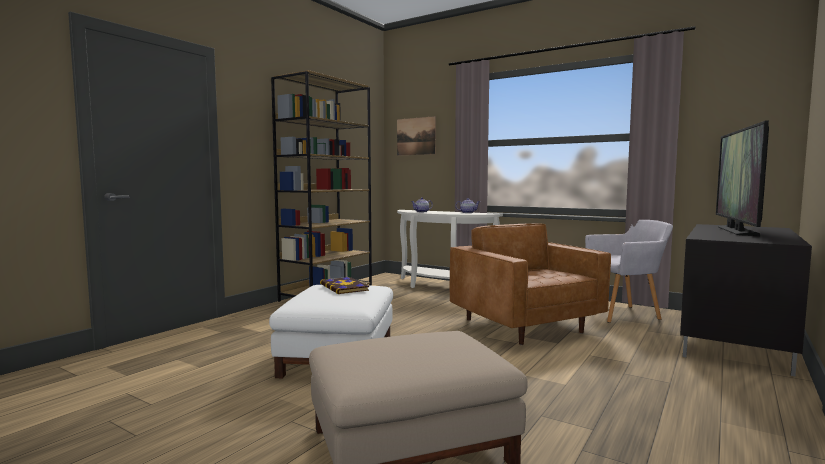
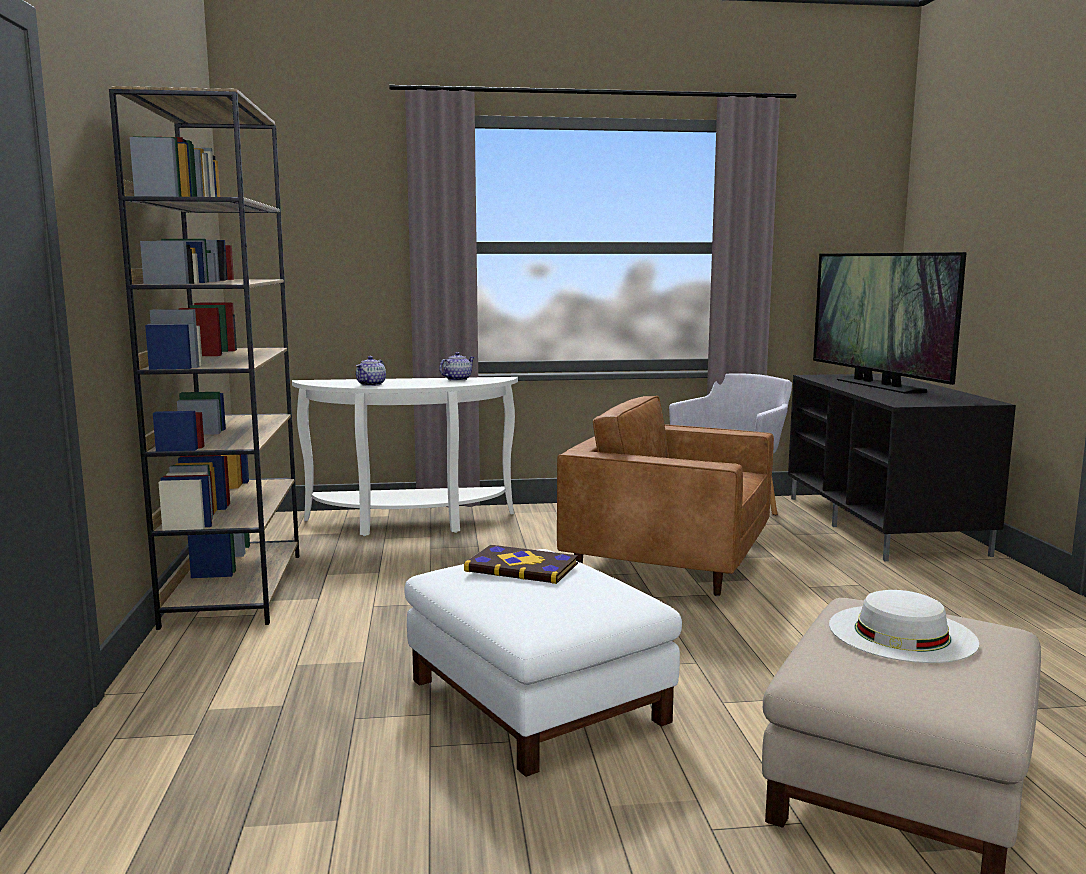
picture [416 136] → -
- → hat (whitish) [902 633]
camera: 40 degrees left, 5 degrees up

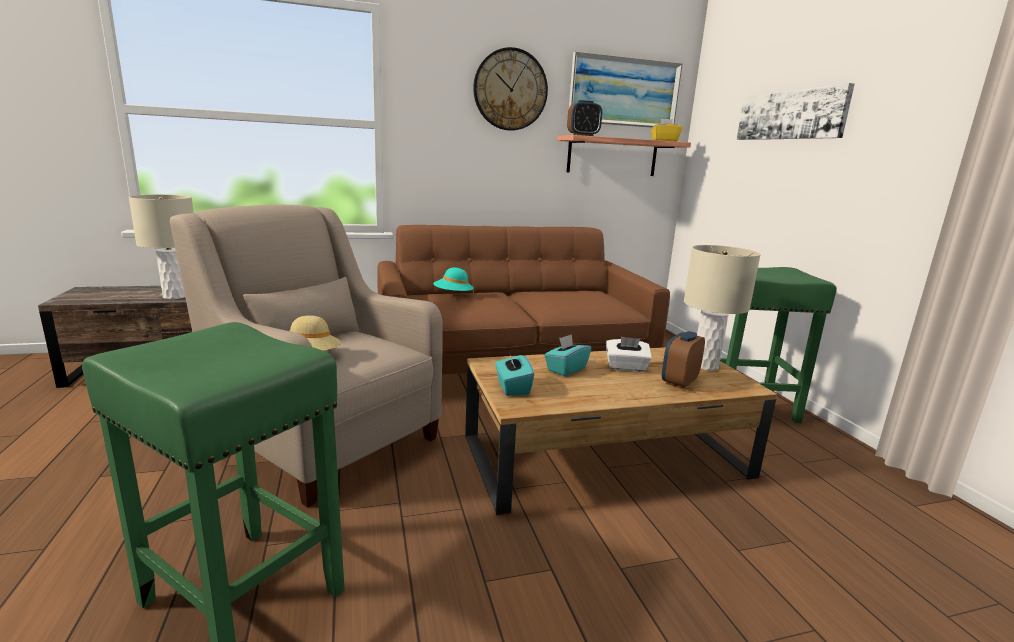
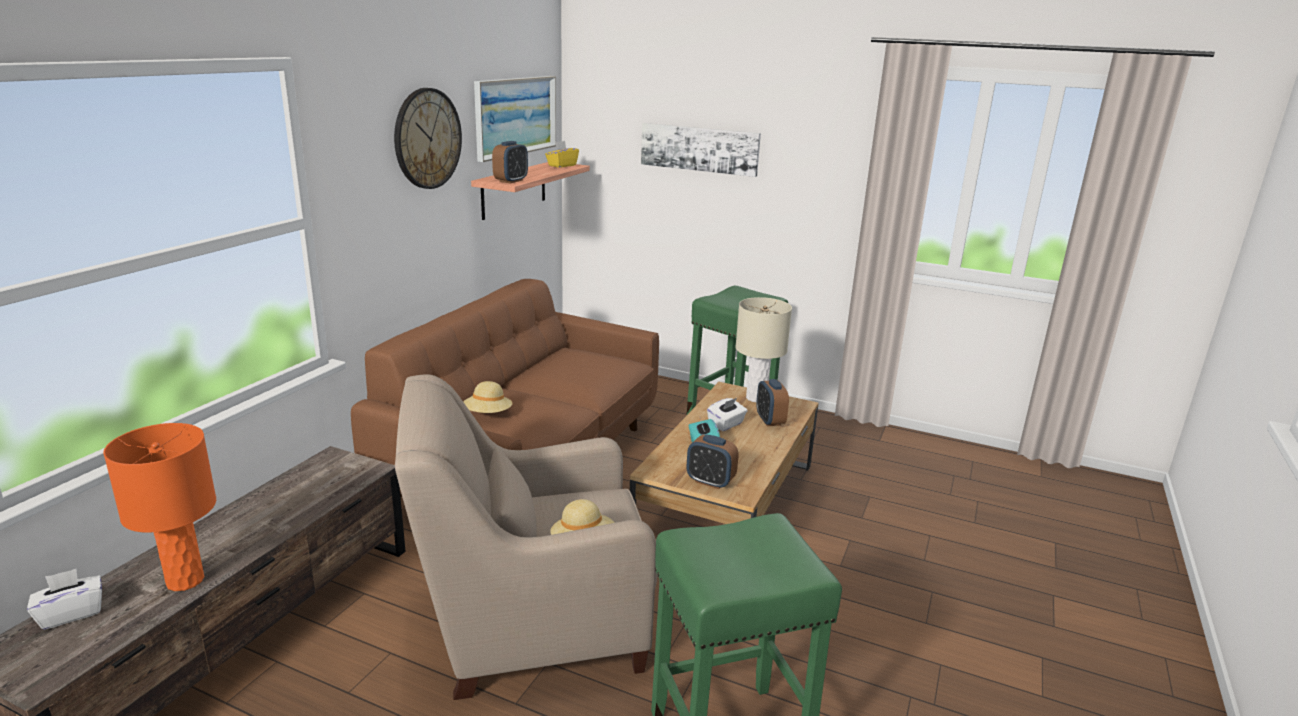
tabletop lamp (beige-coloured) [175 296] → tabletop lamp (orangey) [186 580]
hat (blue-green) [453 295] → hat (beige-coloured) [488 415]
tissue holder (blue-green) [512 387] → table clock [710 481]
- → tissue holder (whitish) [71 613]
camera: 50 degrees left, 5 degrees up

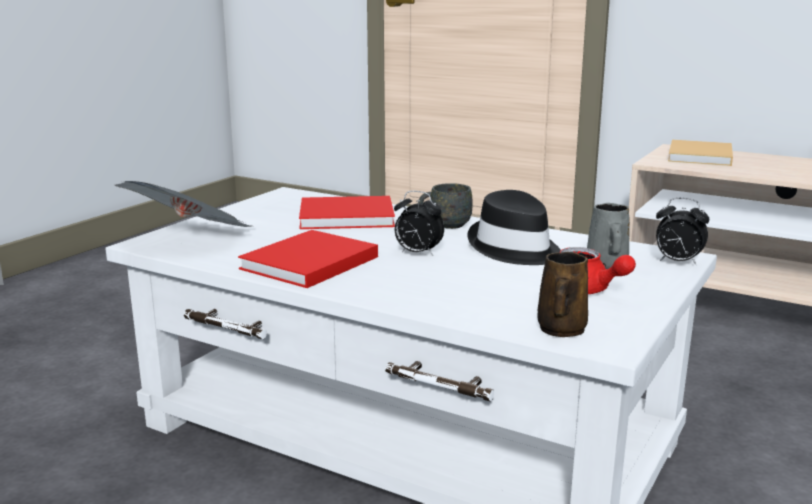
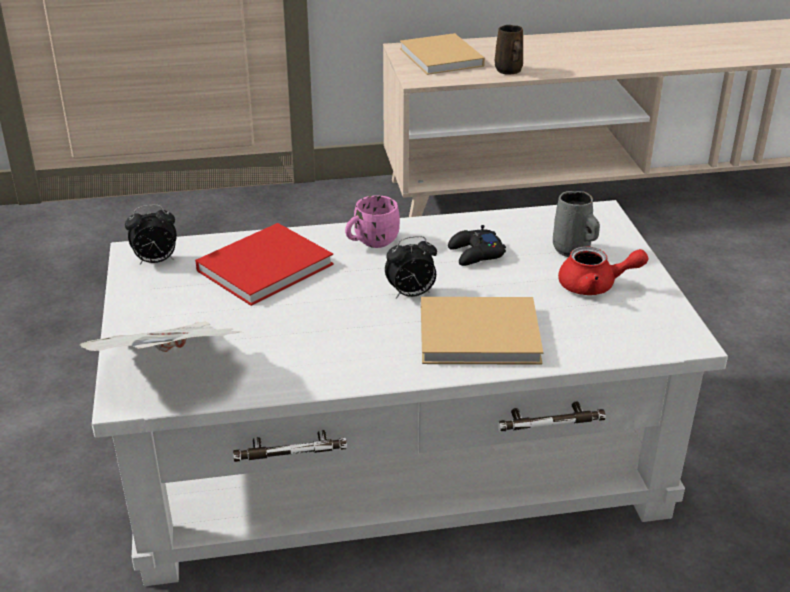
coffee mug (gray) [444 224] → coffee mug (pink-coloured) [371 243]
hat (black) [514 249] → joypad (black) [475 254]
table clock [677 262] → table clock [155 261], shifted
volume (red-coloured) [307 264] → -
coffee mug (brownish) [560 330] → coffee mug (brownish) [509 71], shifted
- → volume (beige-coloured) [483 335]
camera: 40 degrees left, 15 degrees up

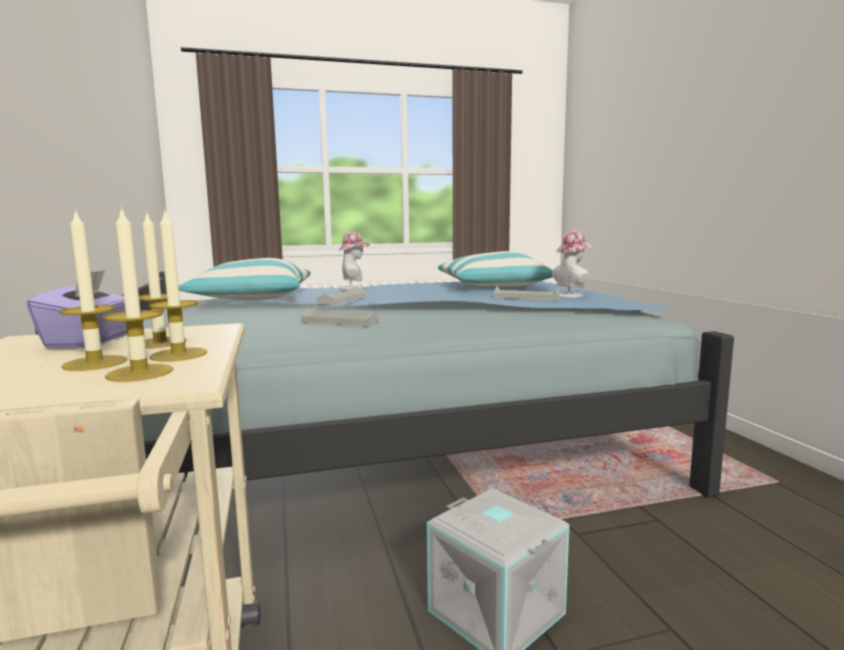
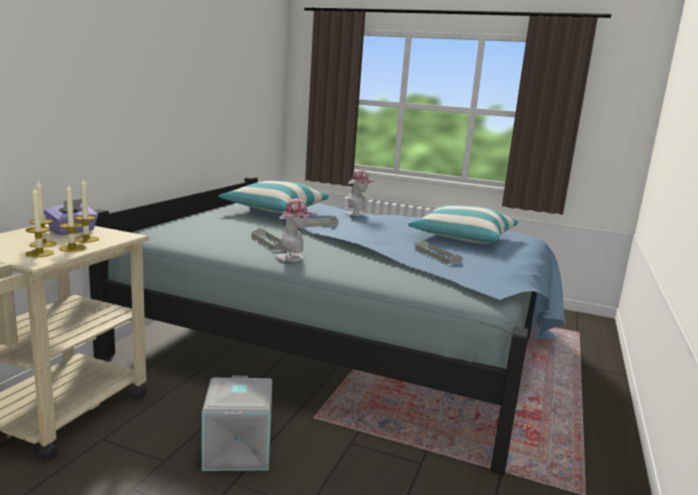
hat [571 295] → hat [294 257], shifted
camera: 35 degrees right, 5 degrees up

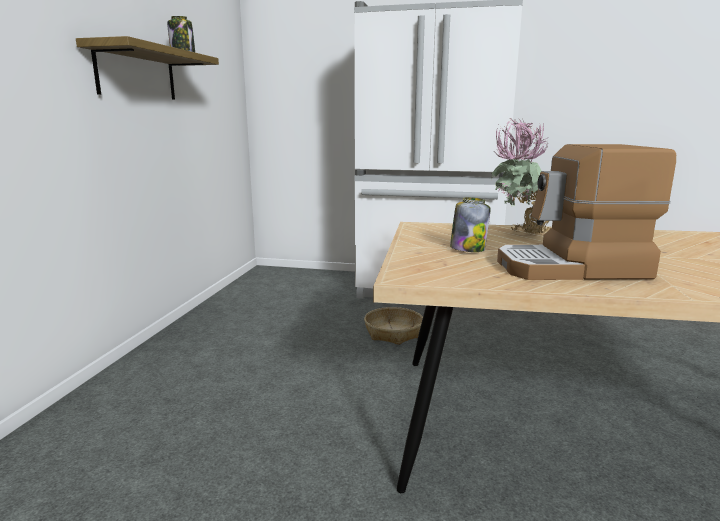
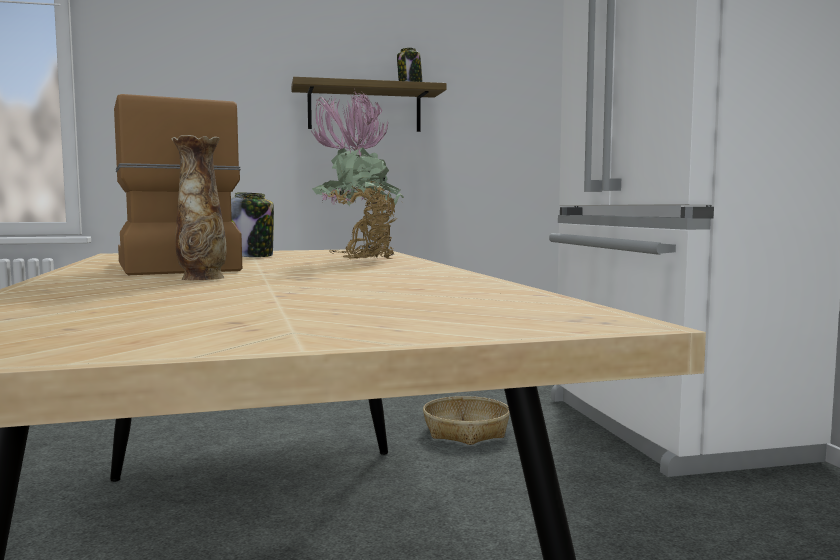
- → flower vase [202 278]
camera: 65 degrees right, 10 degrees down

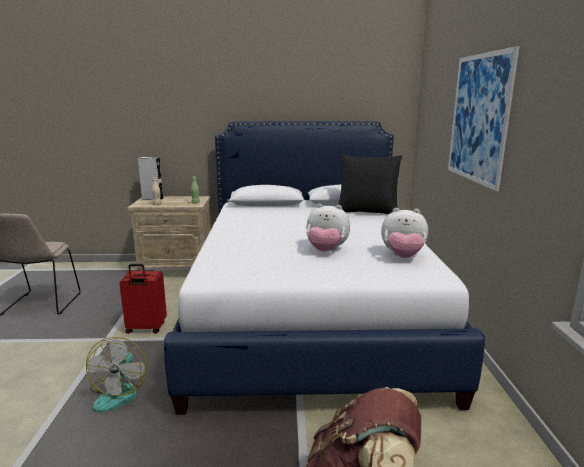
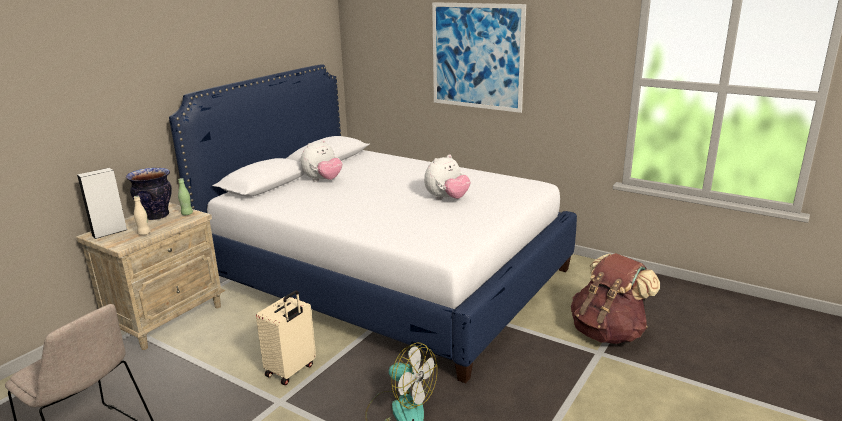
throw pillow (black) [367 212] → -
cuddly toy [402 257] → cuddly toy [323 180], shifted
travel case (red-coloured) [146 328] → travel case (beige-coloured) [291 370]
- → flower vase [157 216]
camera: 55 degrees left, 5 degrees up

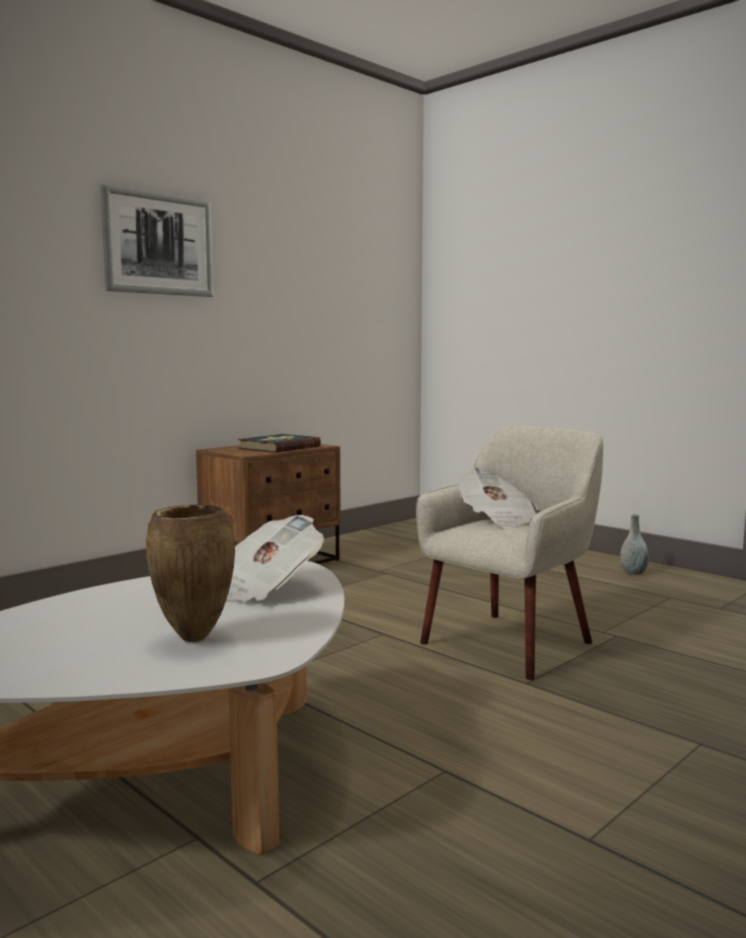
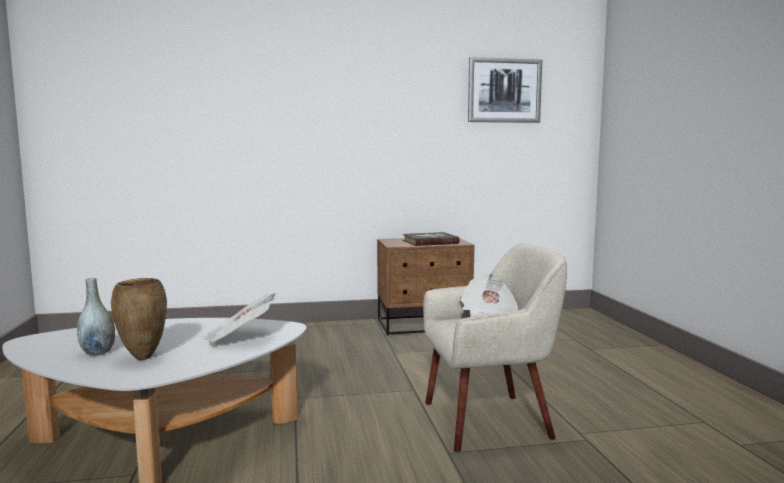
picture [158 244] → picture [504 90], shifted
flower vase (gray) [633 573] → flower vase (gray) [98 352], shifted
camera: 35 degrees right, 0 degrees up

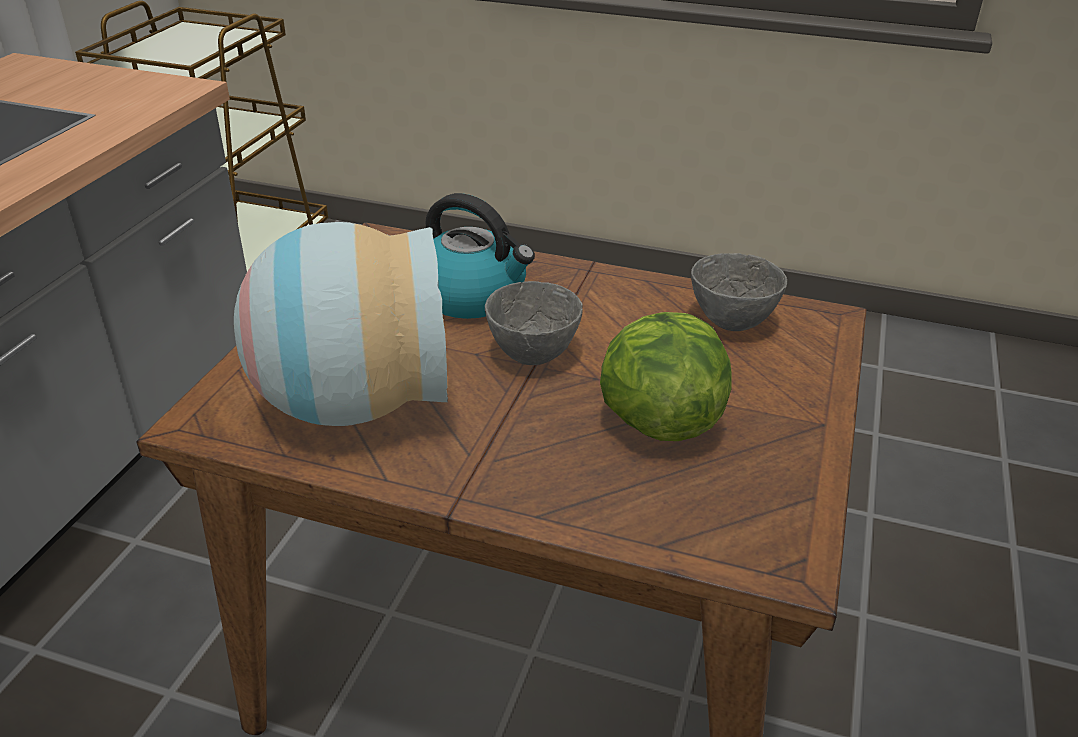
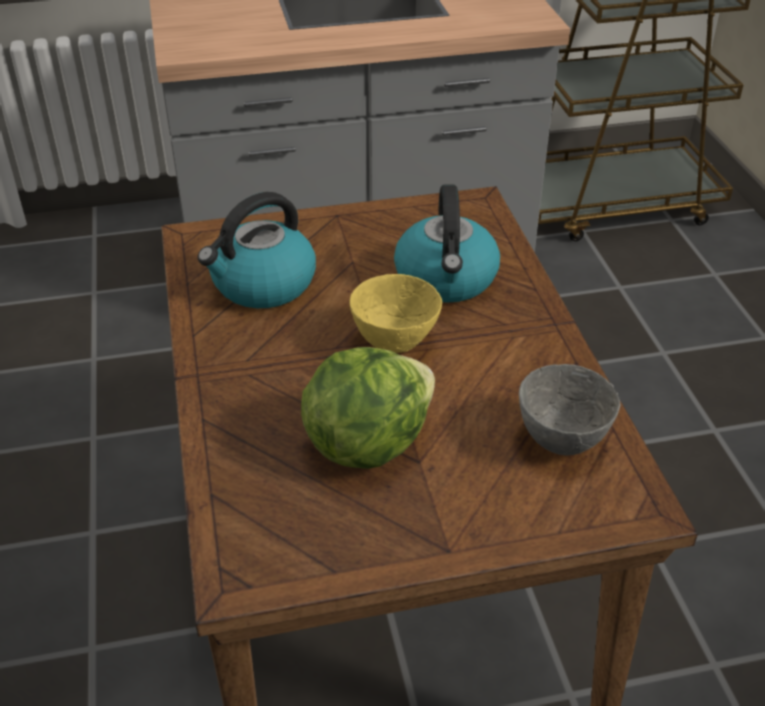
flower vase [352 402] → kettle [262 285]
bowl (gray) [531 354] → bowl (yellow-coloured) [394 341]
camera: 60 degrees right, 5 degrees up

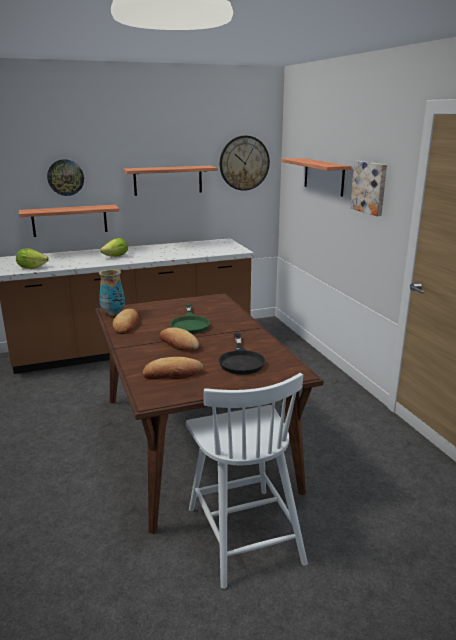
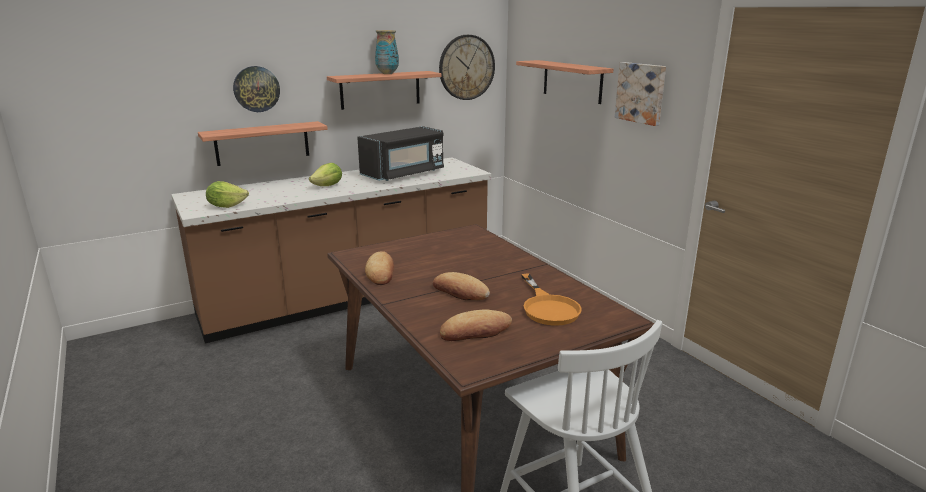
flower vase [113 313] → flower vase [387 73], shifted
skillet (green) [190 323] → -
skillet (black) [241 360] → skillet (orangey) [548 307]
- → kitchen microwave (black) [404 174]
camera: 10 degrees left, 0 degrees up

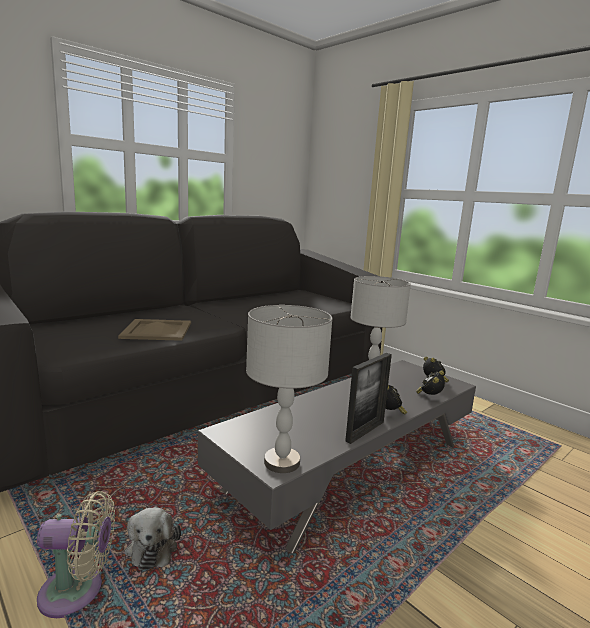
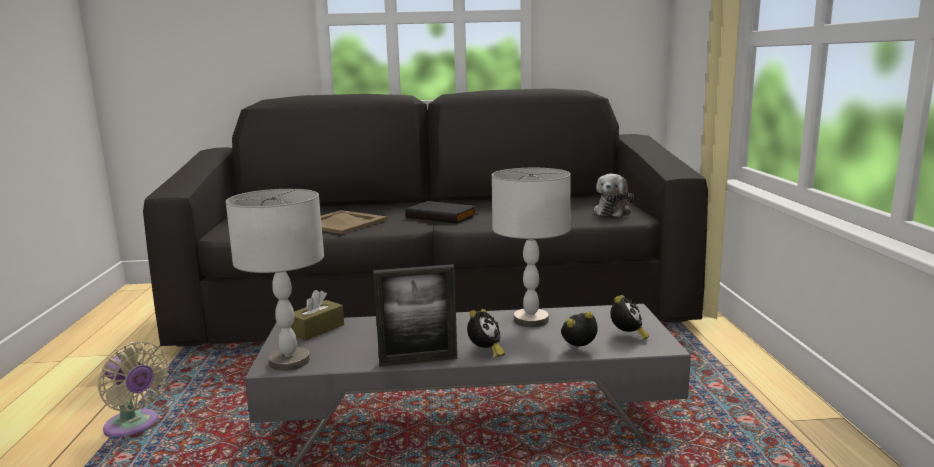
cuddly toy [152 547] → cuddly toy [613 211], shifted
- → volume (black) [442 216]
- → tissue holder (brownish) [317 329]
camera: 40 degrees right, 0 degrees up

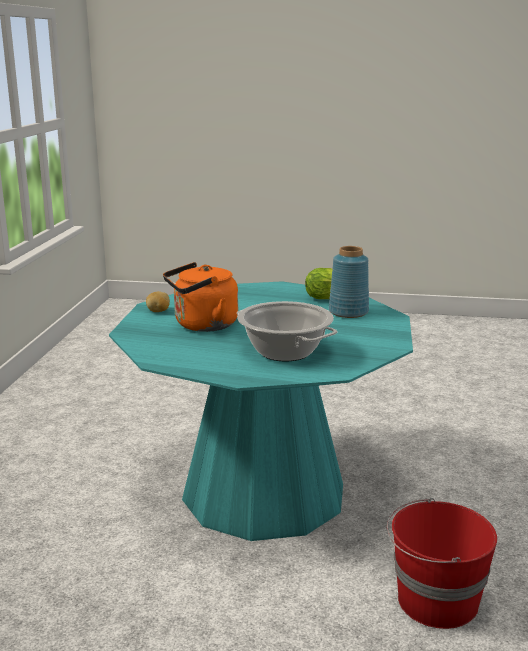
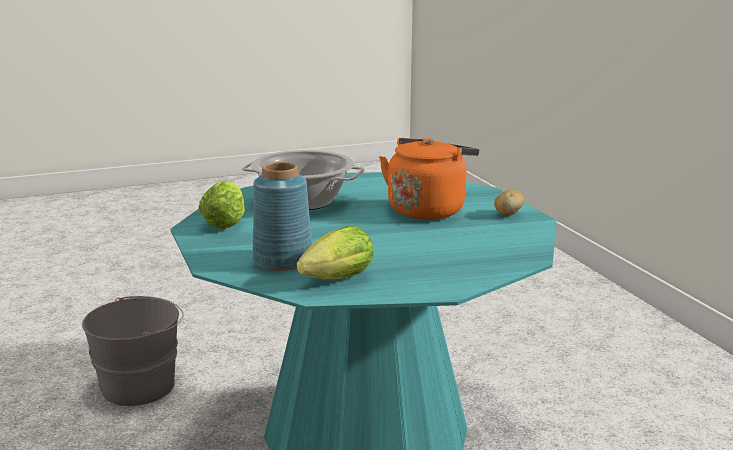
bucket (red-coloured) [435 601] → bucket (gray) [140 386]
- → lettuce head [226 222]
camera: 150 degrees right, 0 degrees up

